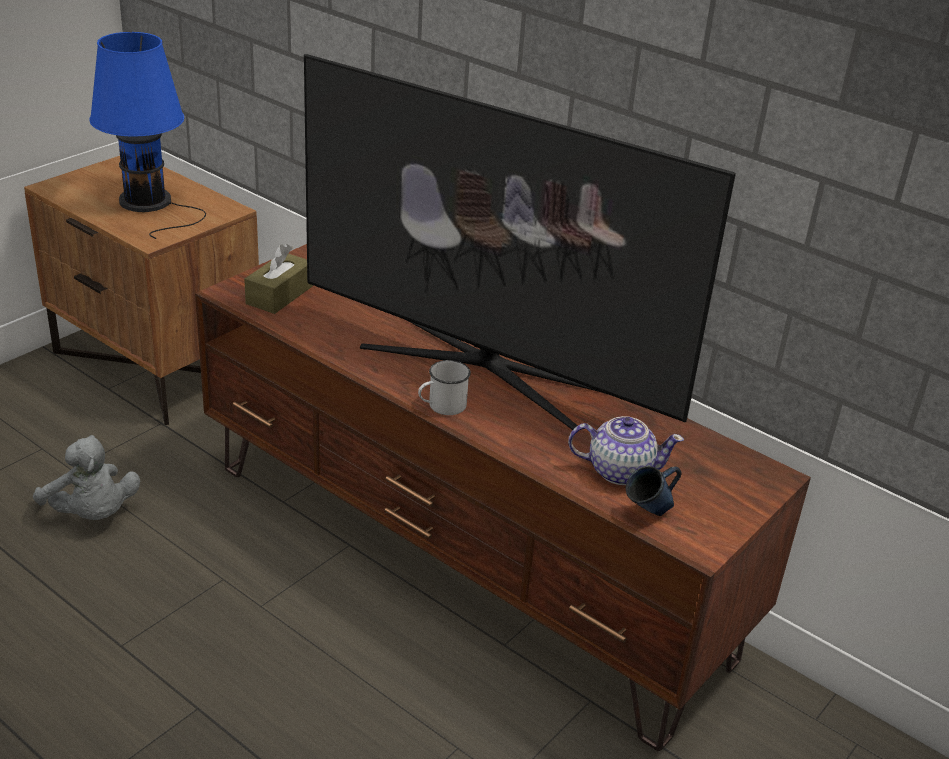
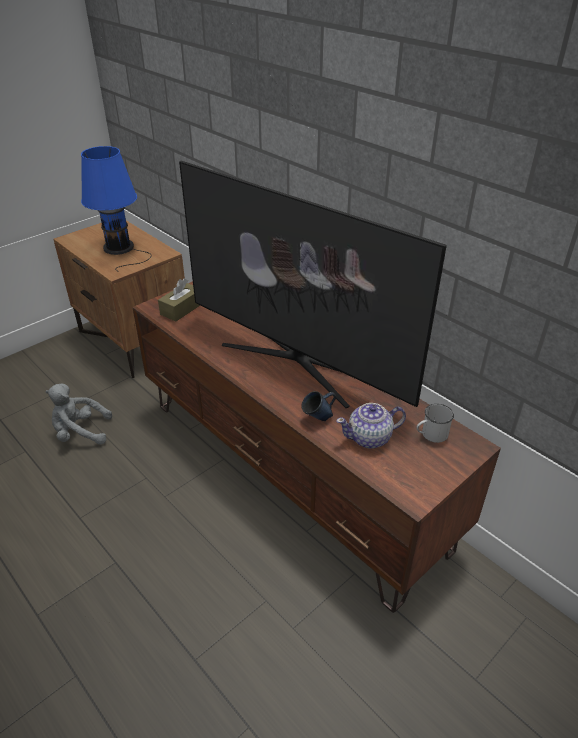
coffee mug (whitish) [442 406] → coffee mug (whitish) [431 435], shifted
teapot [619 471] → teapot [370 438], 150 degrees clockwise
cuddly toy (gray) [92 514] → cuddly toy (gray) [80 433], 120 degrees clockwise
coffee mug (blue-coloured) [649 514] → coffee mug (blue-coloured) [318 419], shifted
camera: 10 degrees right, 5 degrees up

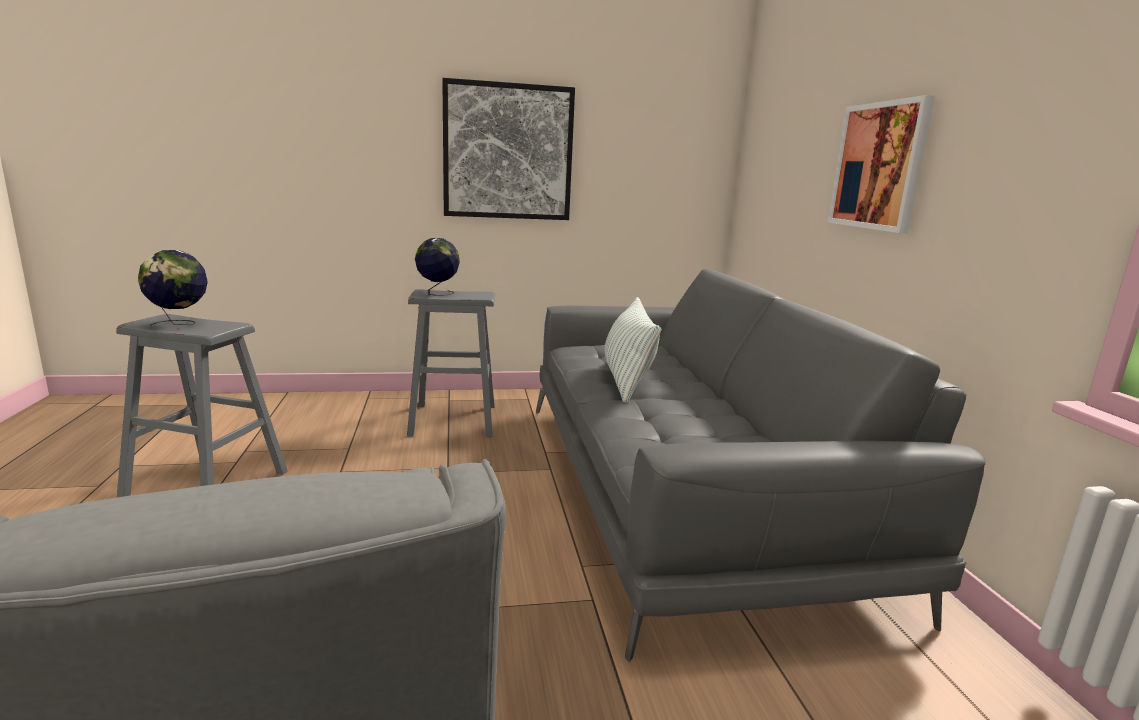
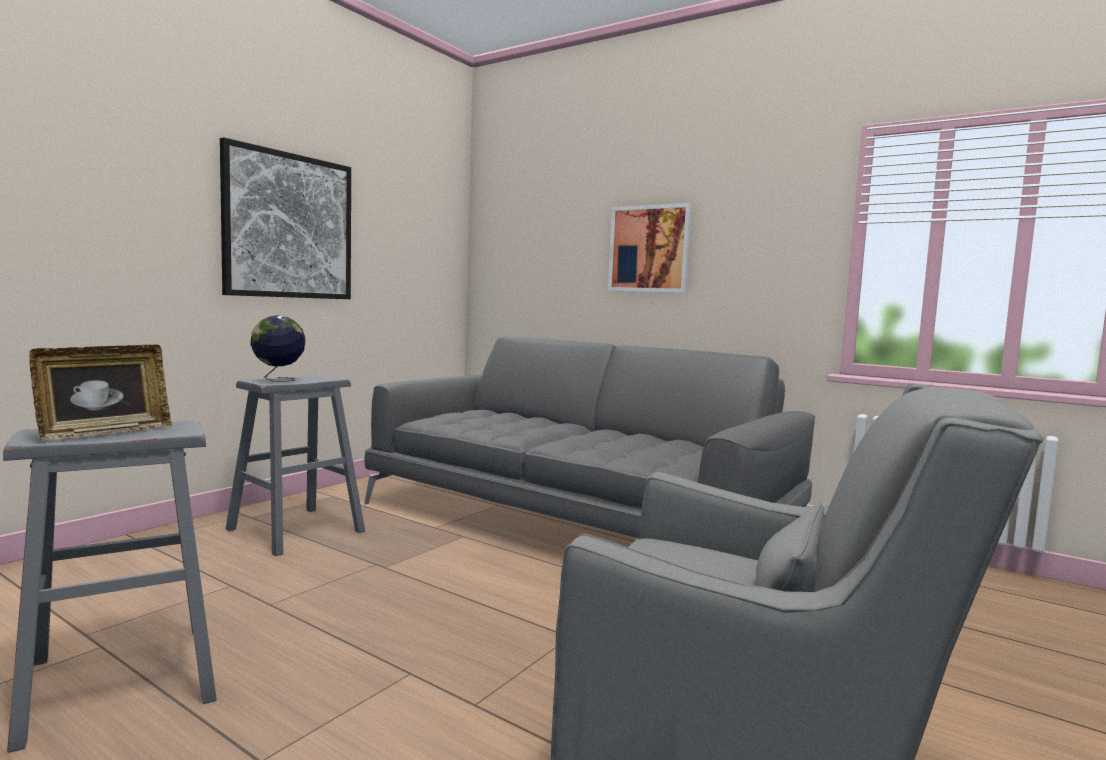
globe [179 324] → picture frame [104 432]
throw pillow [627 380] → -
camera: 45 degrees left, 10 degrees down

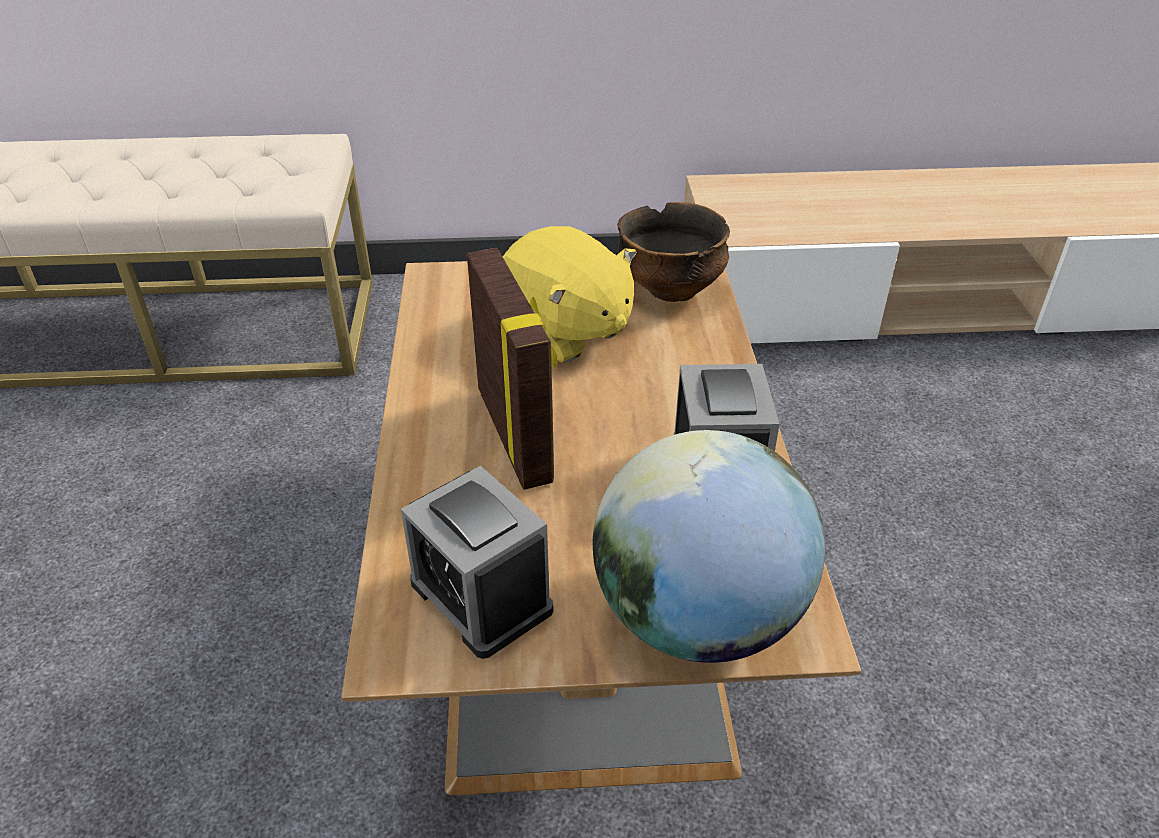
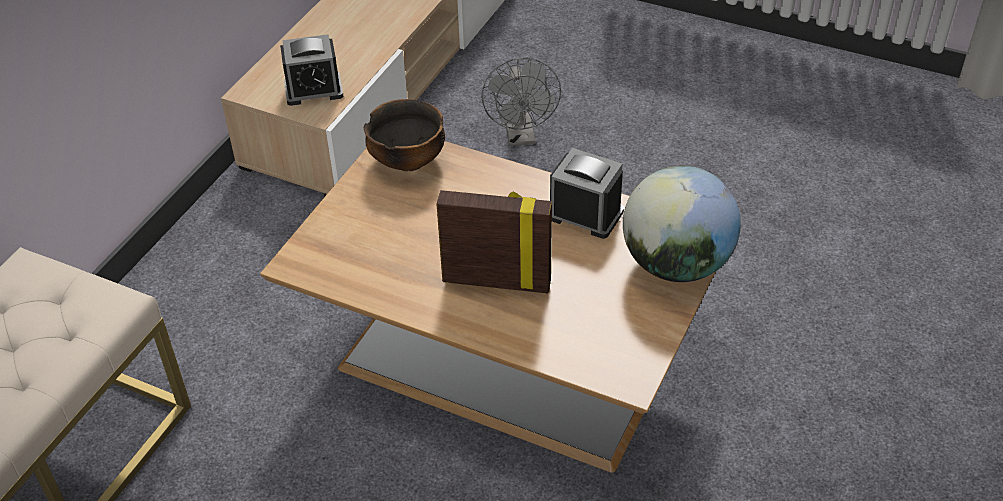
cuddly toy (yellow-coloured) [565 331] → -
table clock [481 596] → table clock [313 90], shifted
- → fan (gray) [521 136]
camera: 60 degrees left, 5 degrees up

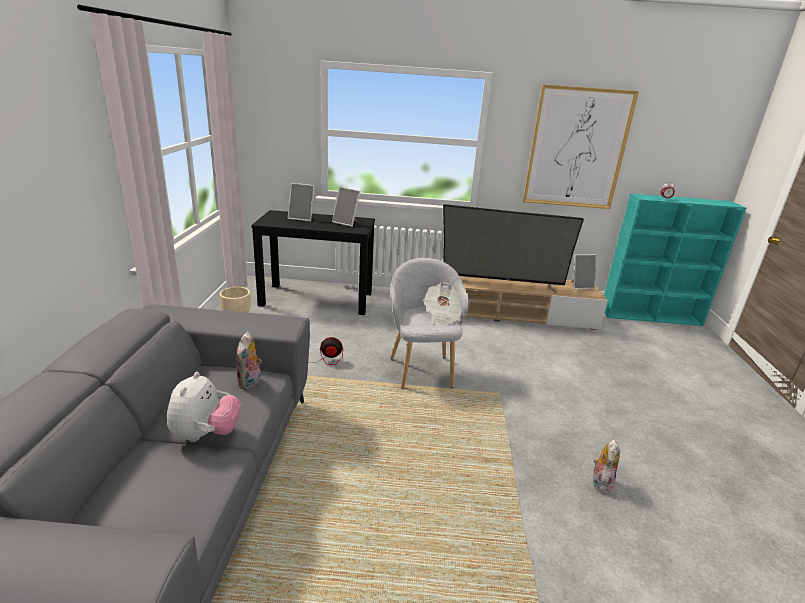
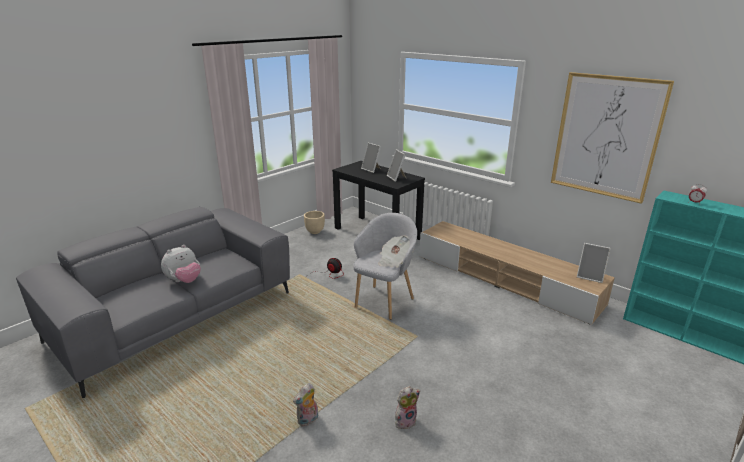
TV set [502 283] → -
cuddly toy [250 383] → cuddly toy [308 420], shifted
camera: 40 degrees right, 0 degrees up

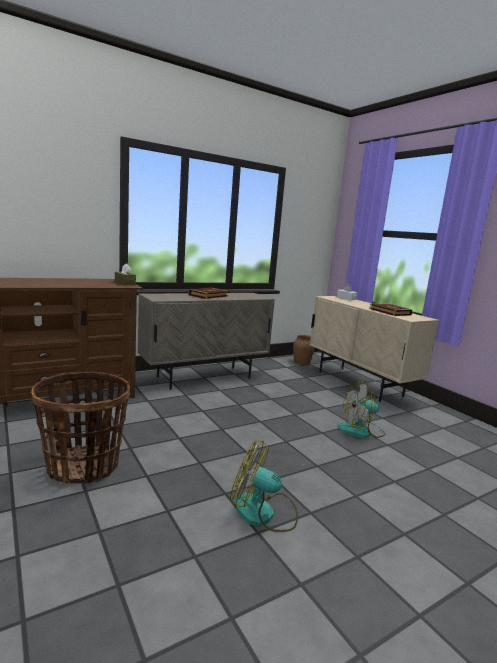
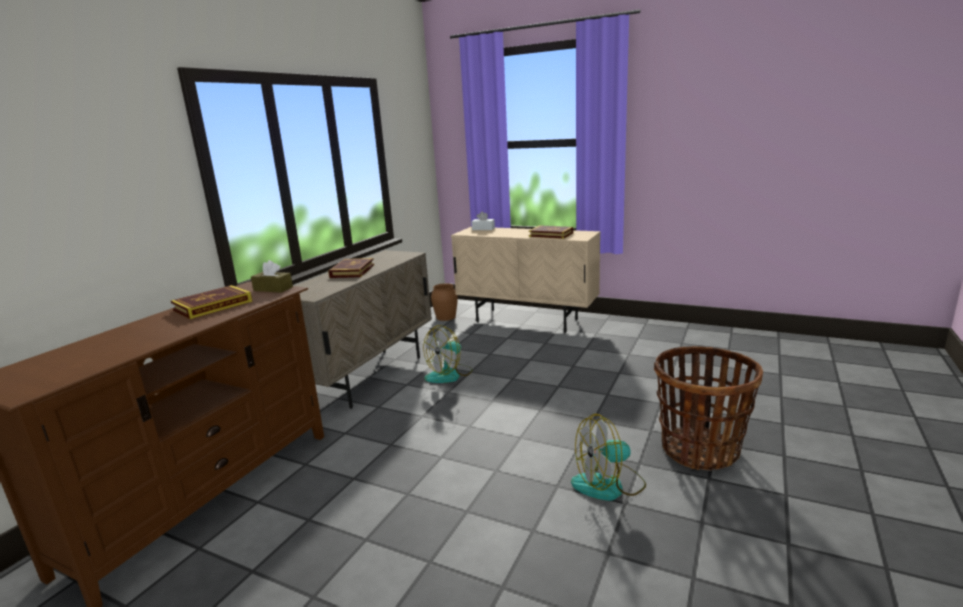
basket [83 467] → basket [699 450], shifted
fan [361 431] → fan [449 375], shifted
- → volume [213 306]
camera: 30 degrees left, 5 degrees up

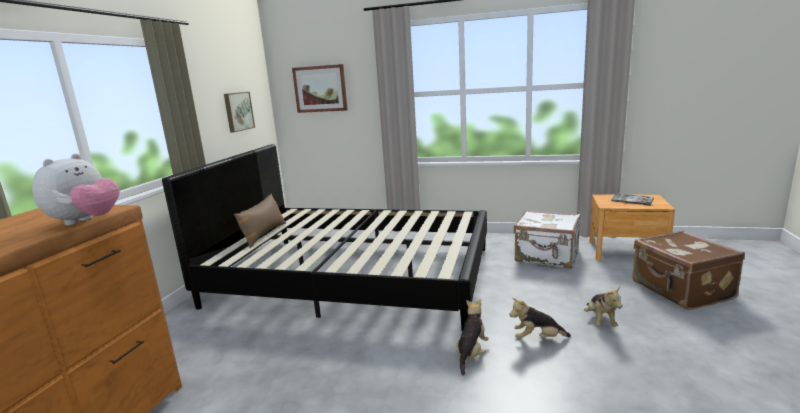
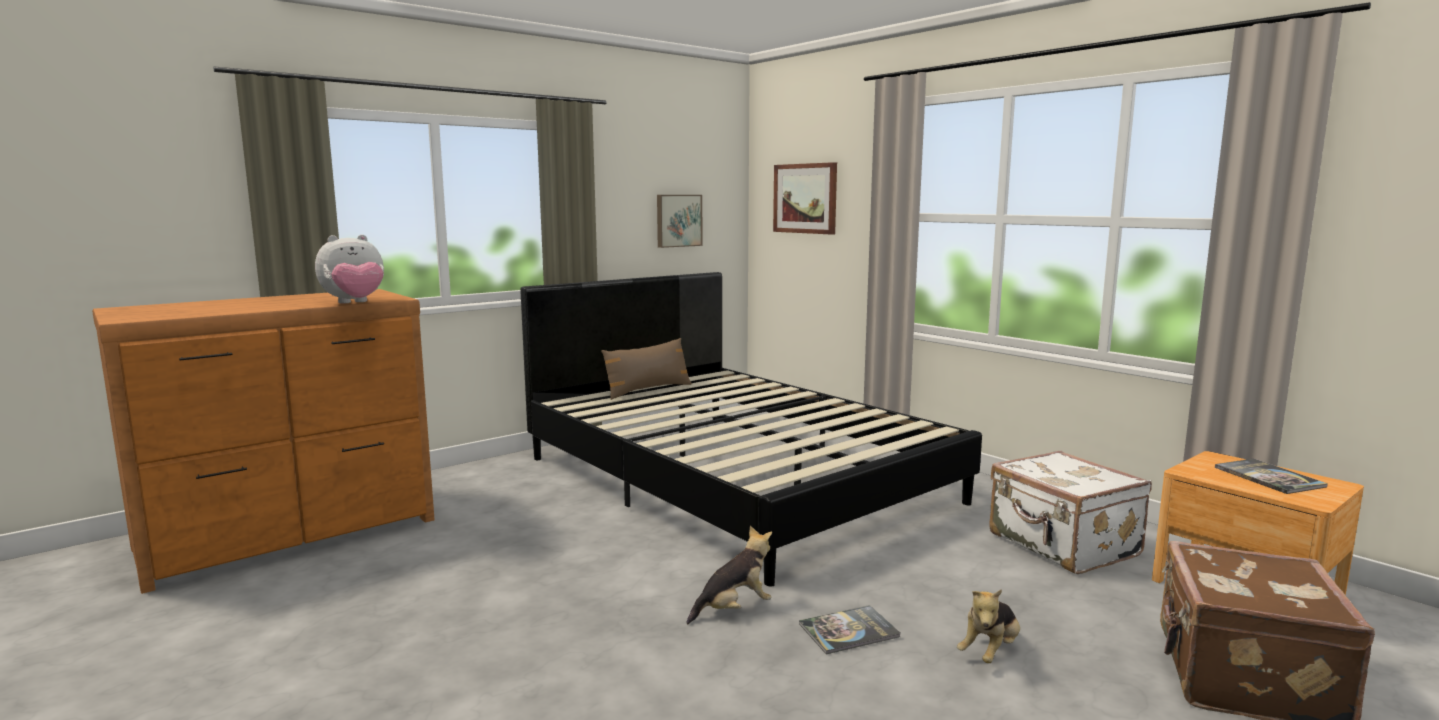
cuddly toy [537 338] → volume [849 631]
camera: 35 degrees right, 5 degrees down

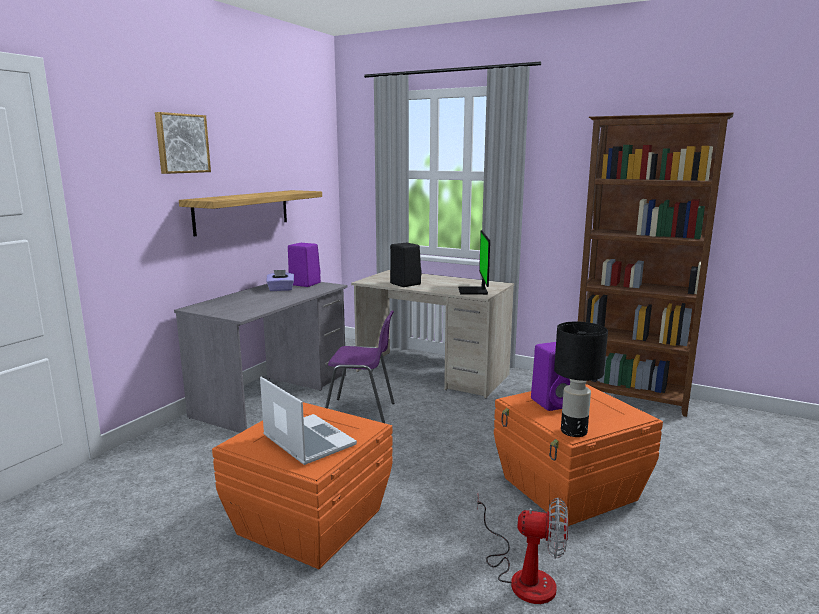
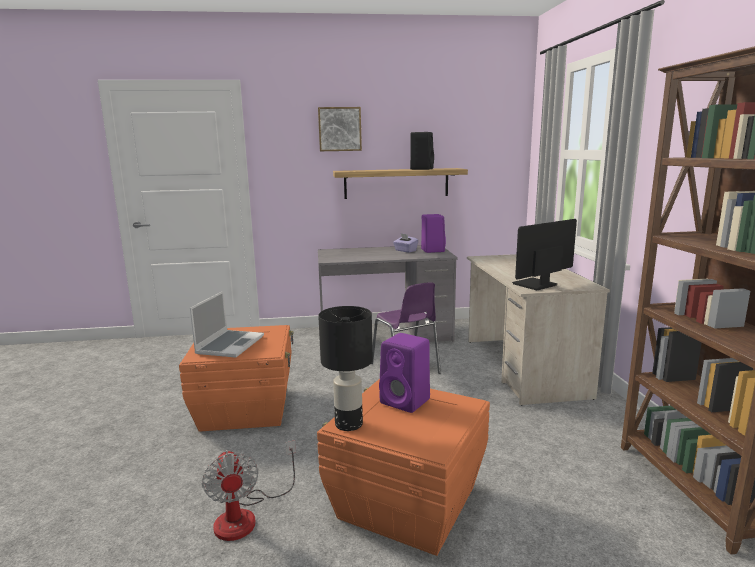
audio speaker (black) [404 284] → audio speaker (black) [421 169], shifted
camera: 55 degrees right, 0 degrees up

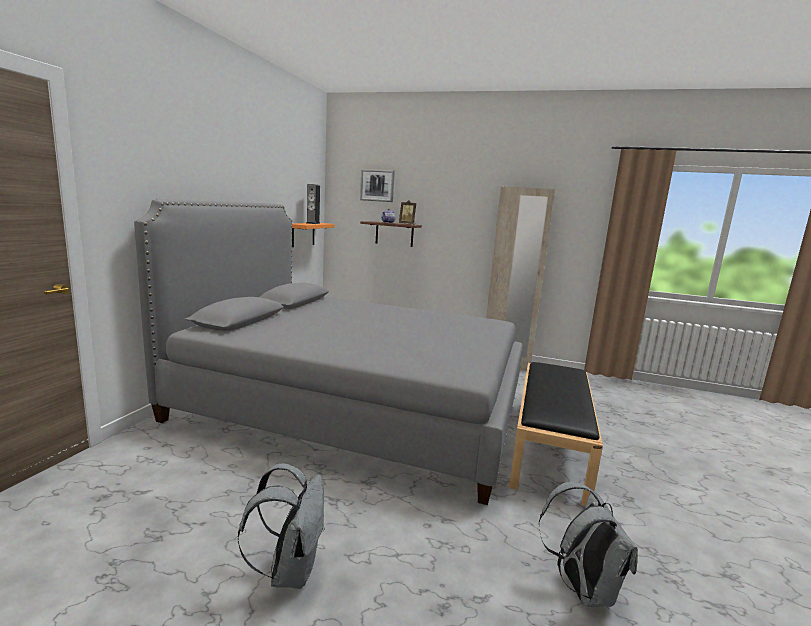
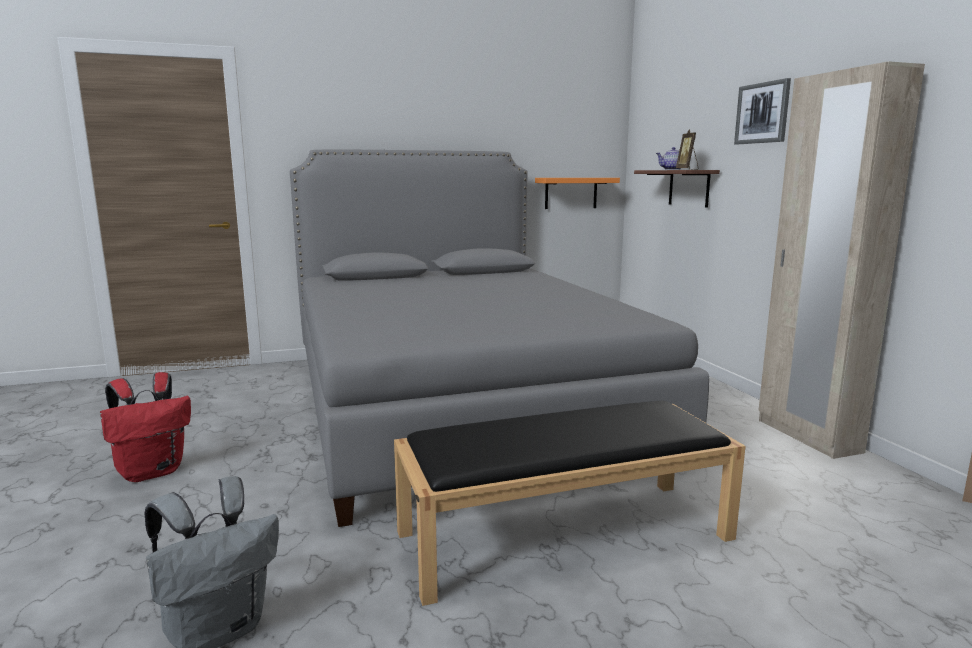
picture [377 185] → picture [762 113], shifted
audio speaker [313 223] → -
rucksack (gray) [290 570] → rucksack (red-coloured) [153 471]
camera: 55 degrees right, 0 degrees up

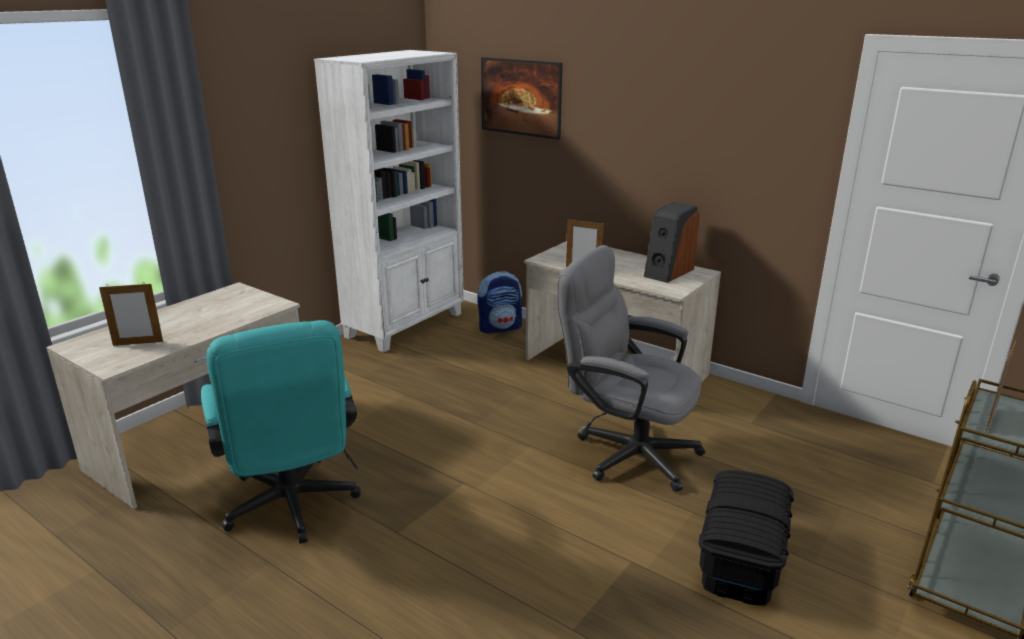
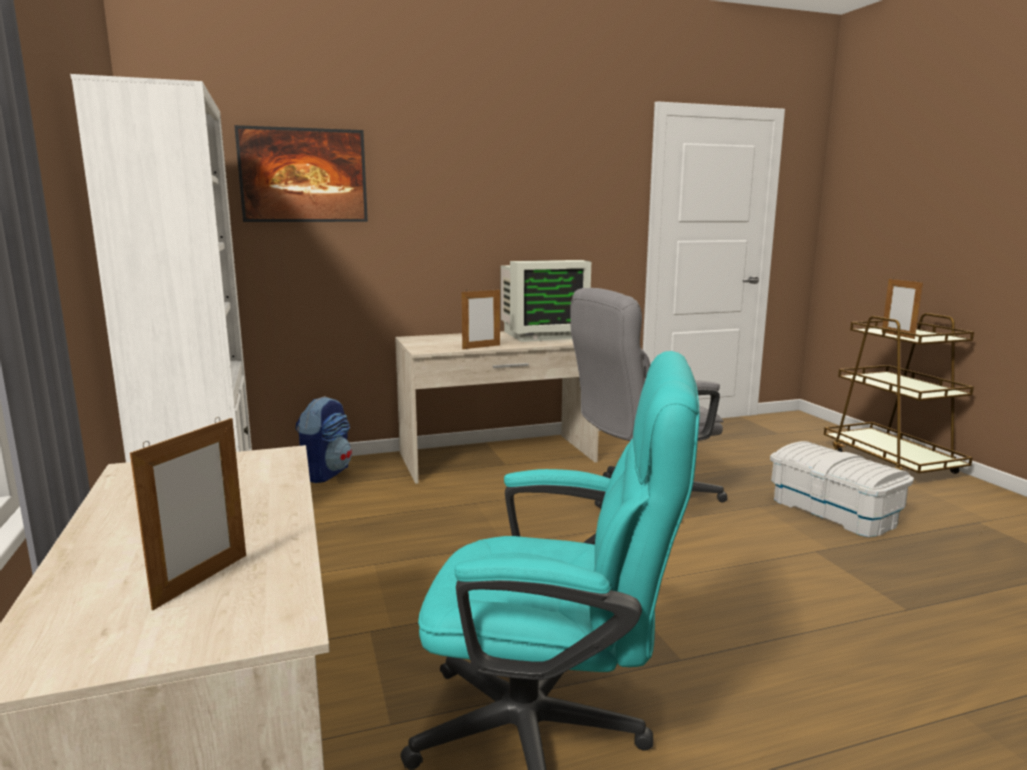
audio speaker [668 272] → computer screen [540 335]
storage bin (black) [742 558] → storage bin (whitish) [833 511]
camera: 55 degrees left, 10 degrees down

